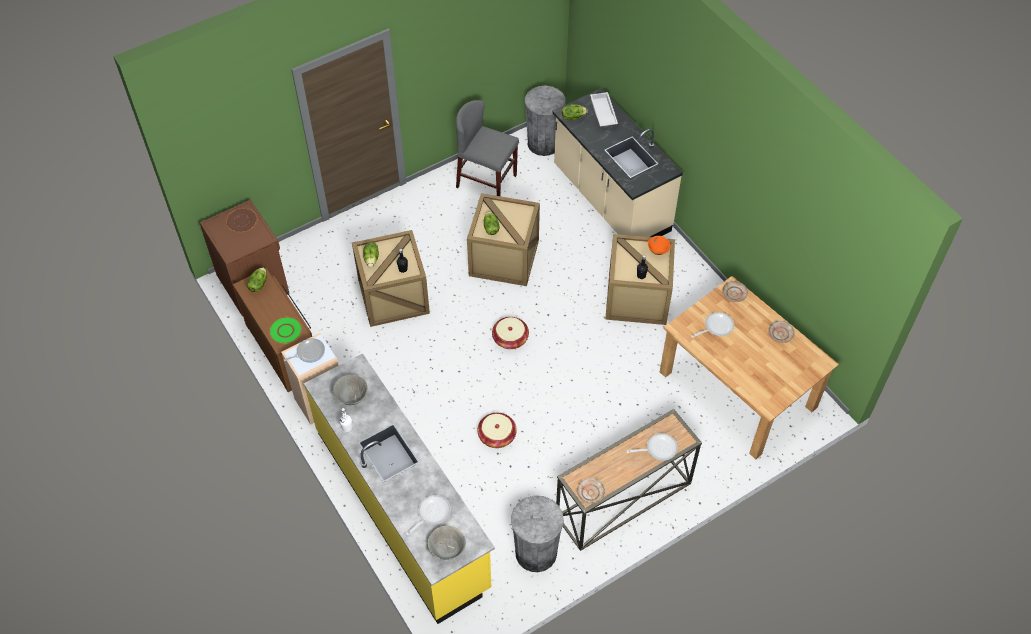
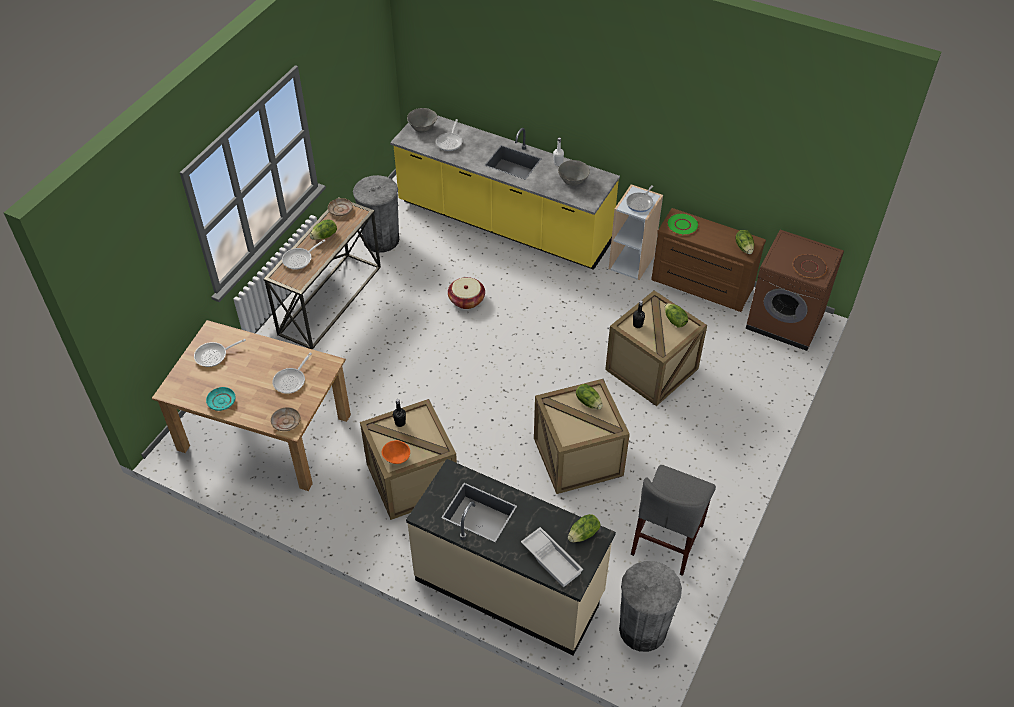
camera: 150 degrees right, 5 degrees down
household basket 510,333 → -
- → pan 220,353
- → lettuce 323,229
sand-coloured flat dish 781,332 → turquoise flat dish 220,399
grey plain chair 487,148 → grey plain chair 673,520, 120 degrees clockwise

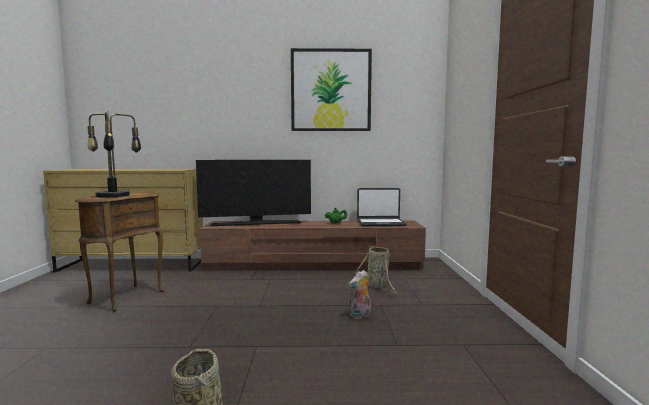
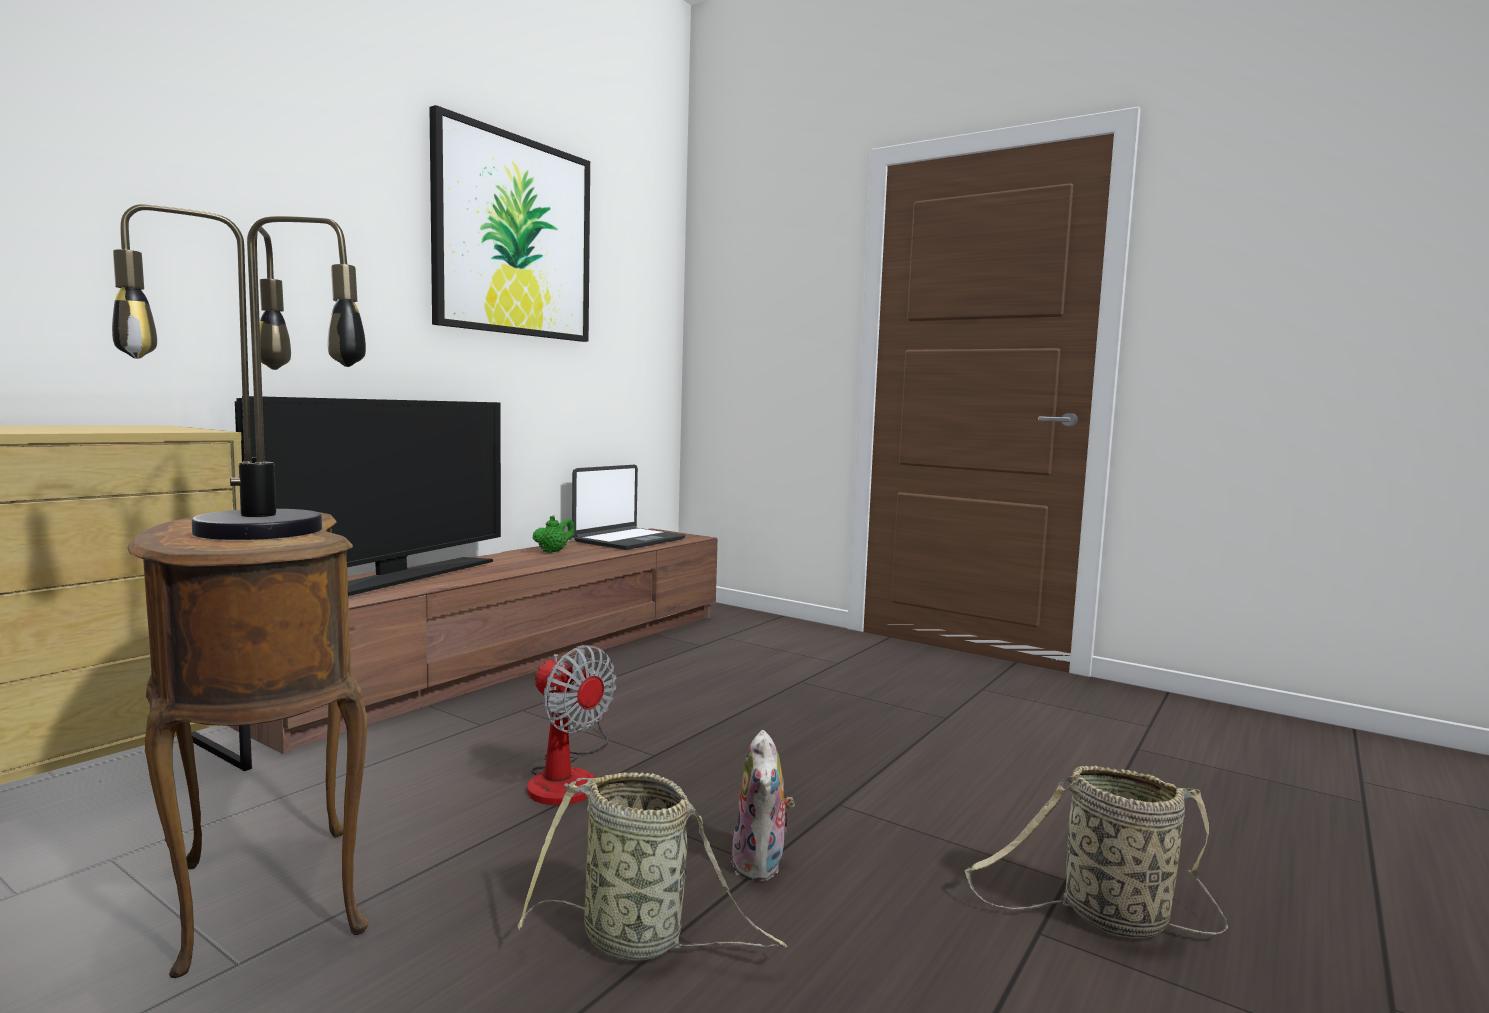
camera: 55 degrees left, 0 degrees up
- → cooling fan 571,725
cuddly toy 360,294 → cuddly toy 763,805, shifted
household basket 376,270 → household basket 652,866, shifted

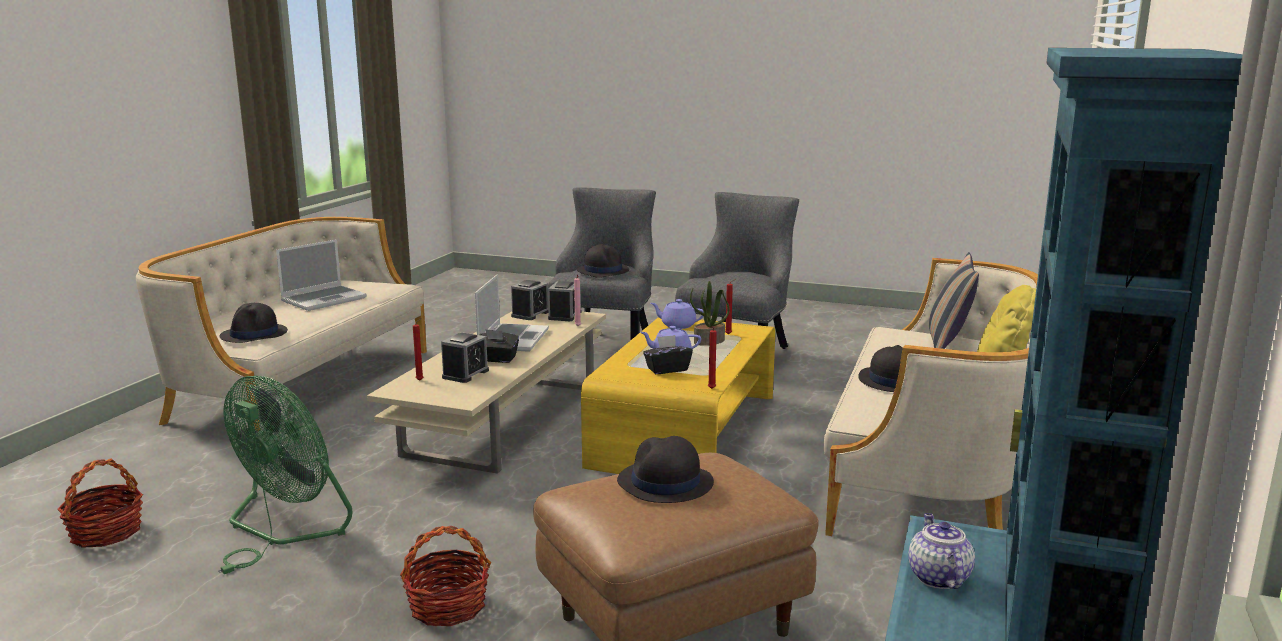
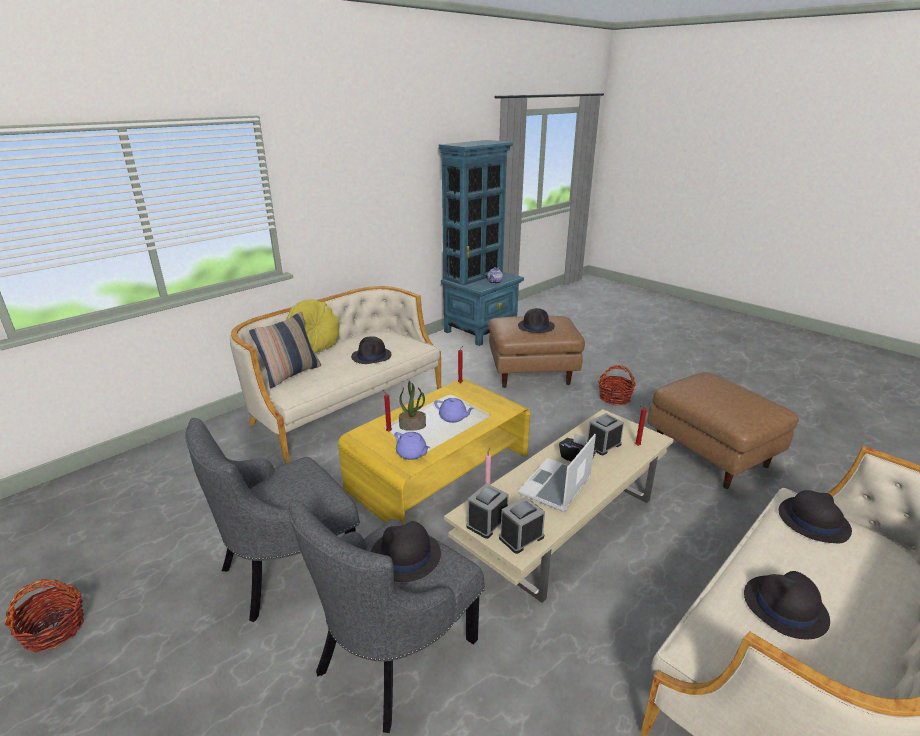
camera: 155 degrees left, 10 degrees up
blackish tissue holder 668,354 → -
household basket 100,503 → household basket 44,616, shifted
green-coloured cooling fan 285,475 → brown footrest 723,430
notebook computer 321,275 → blackish hat 787,605

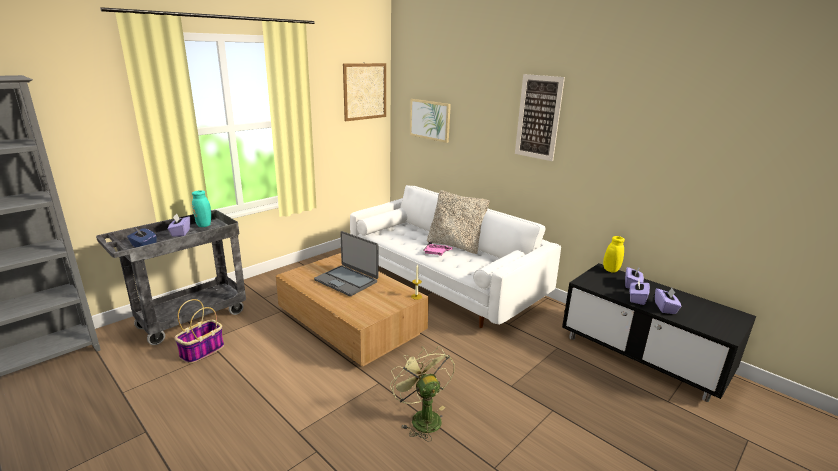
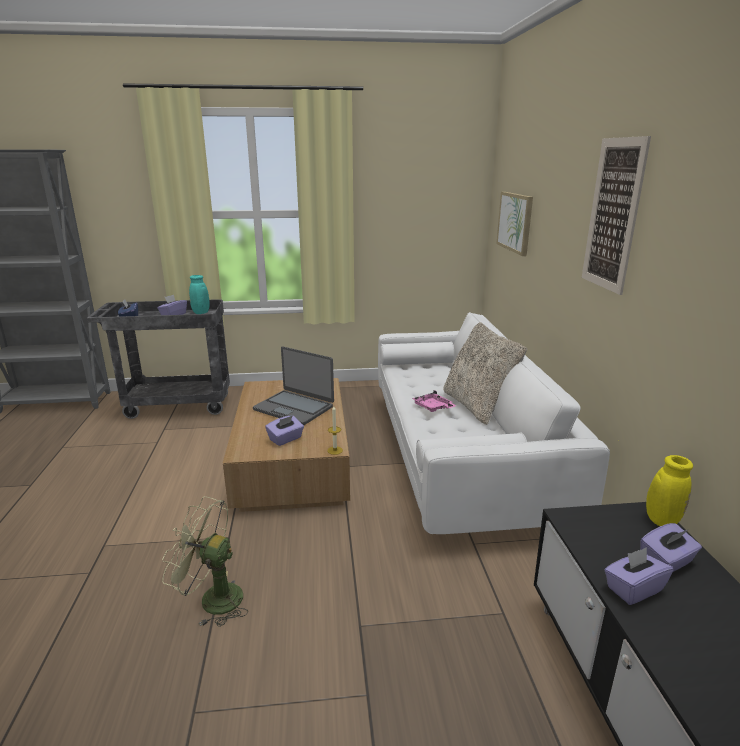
camera: 40 degrees right, 0 degrees up
household basket 199,331 → -
wall art 364,92 → -
purple-coloured tissue holder 668,301 → purple-coloured tissue holder 284,431, shifted
notebook computer 346,263 → notebook computer 293,385, 45 degrees counterclockwise
green-coloured cooling fan 422,394 → green-coloured cooling fan 205,561, 90 degrees counterclockwise

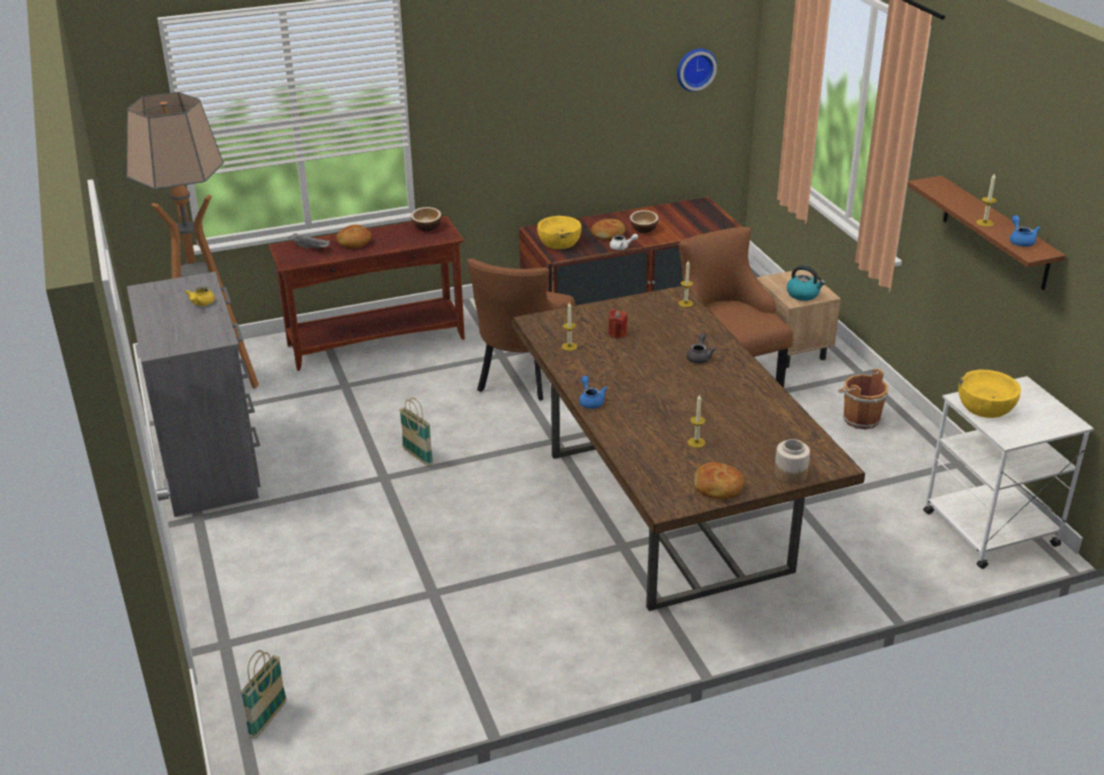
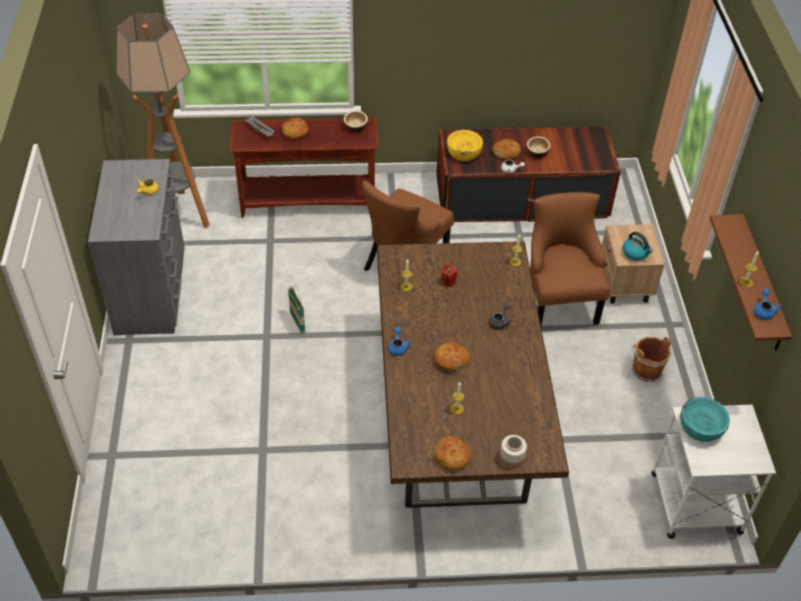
camera: 15 degrees right, 15 degrees up
household basket 264,694 → -
hanging clock 697,70 → -
- → bread 452,356
yellowish serving bowl 989,394 → turquoise serving bowl 705,419

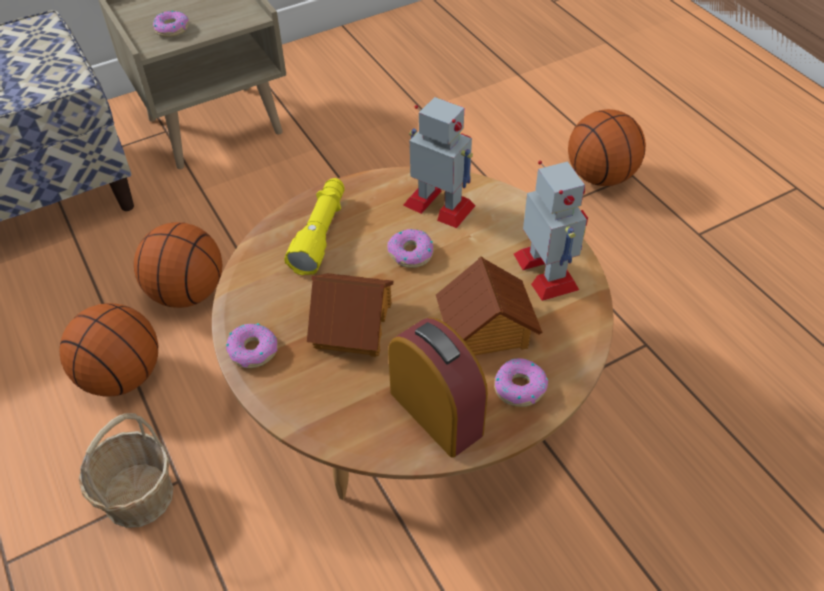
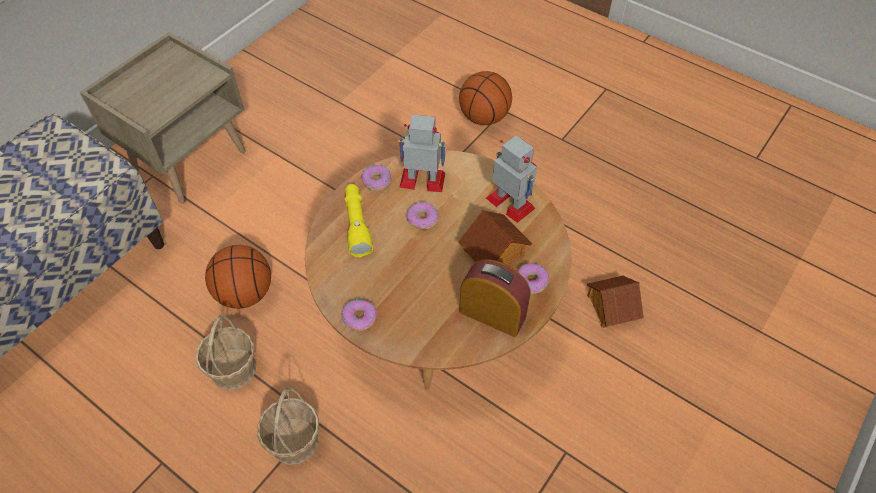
camera: 25 degrees left, 5 degrees up
donut 171,24 → donut 376,178, shifted
miniature house 350,315 → miniature house 615,302, shifted
basketball 108,350 → household basket 226,352

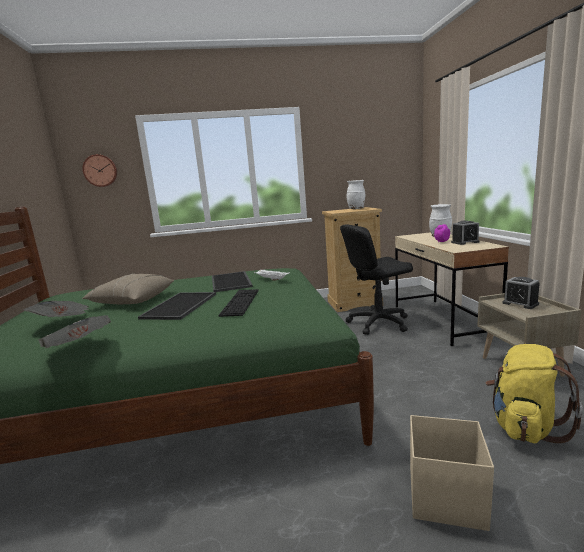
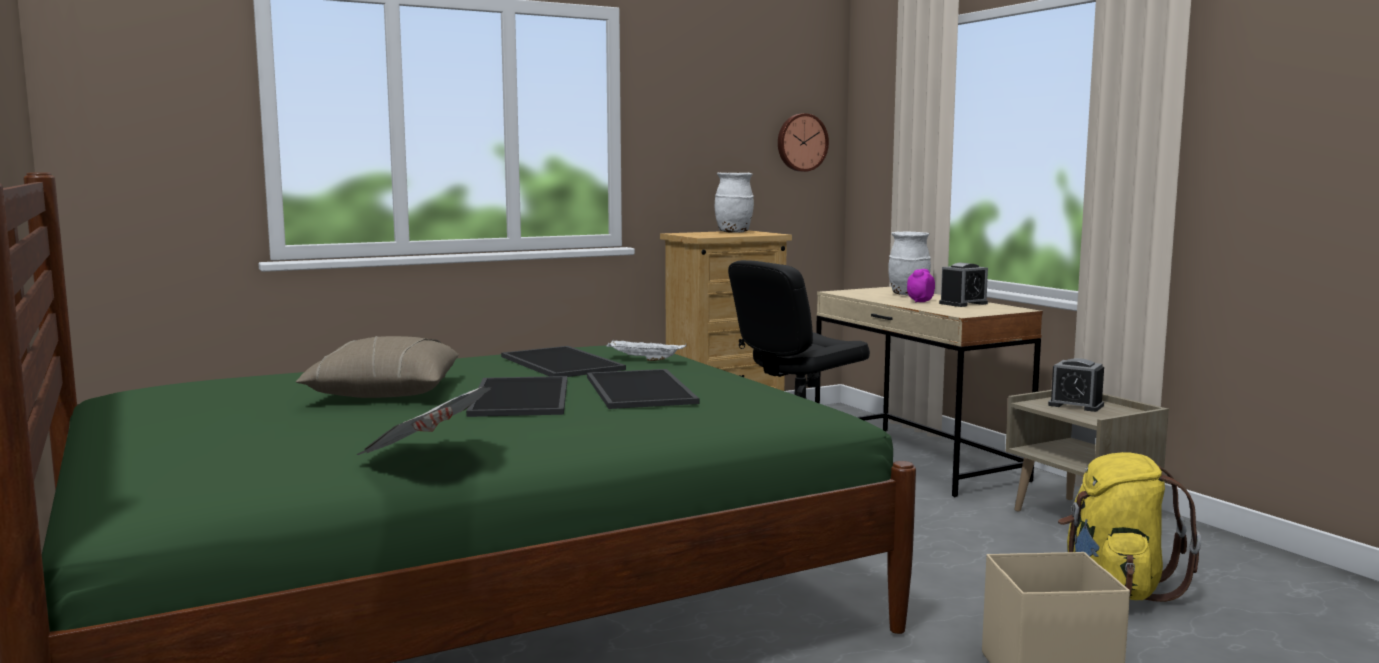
camera: 20 degrees left, 5 degrees down
daily paper 56,309 → -
hanging clock 99,170 → hanging clock 803,142, shifted
keyboard 238,303 → serving tray 643,389

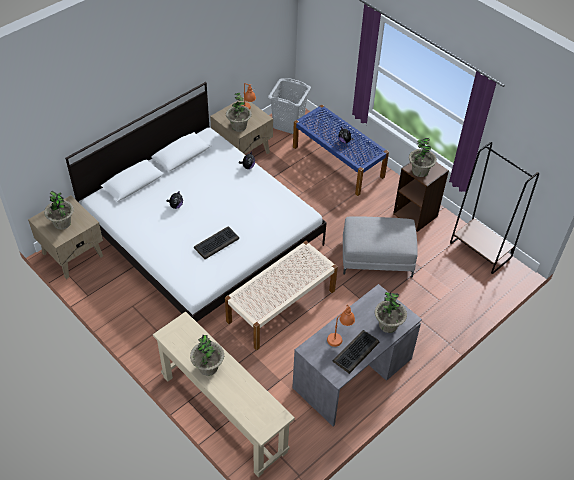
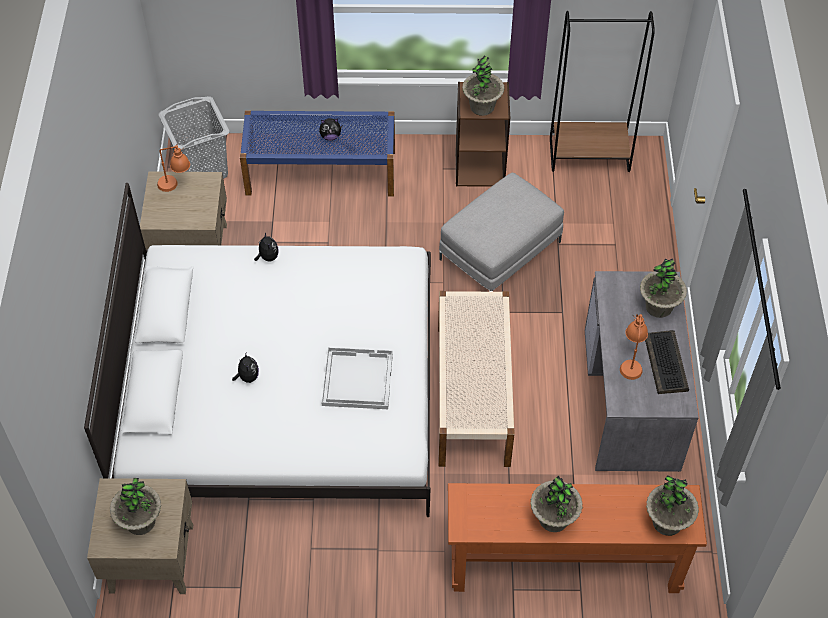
camera: 45 degrees left, 5 degrees up
plant in a pot 239,112 → plant in a pot 672,505, shifted
keyboard 216,242 → white serving tray 357,378
sand-coloured console table 224,394 → orange-coloured console table 577,538

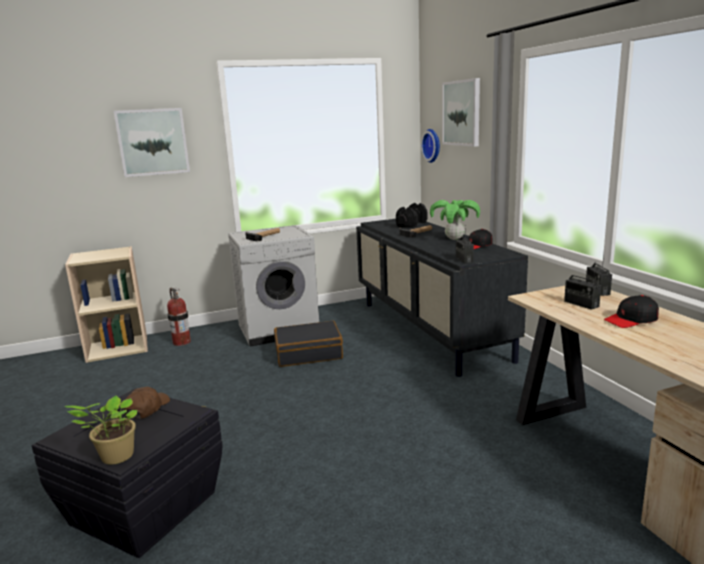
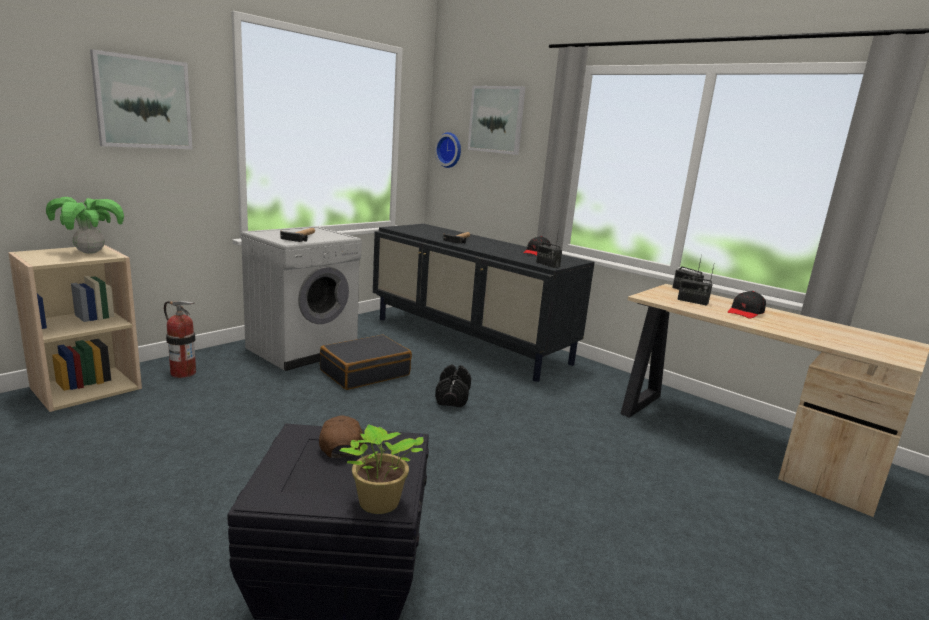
camera: 30 degrees left, 0 degrees up
blackish dumbbell 412,215 → blackish dumbbell 453,385, shifted
plant in a pot 455,220 → plant in a pot 85,225, shifted

